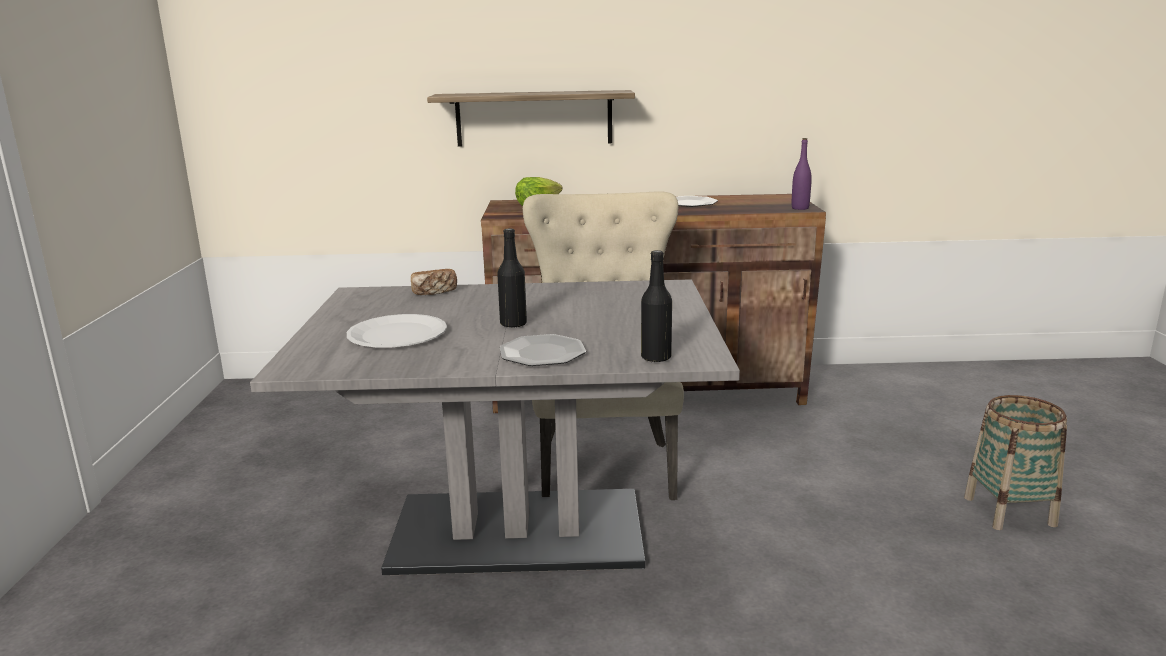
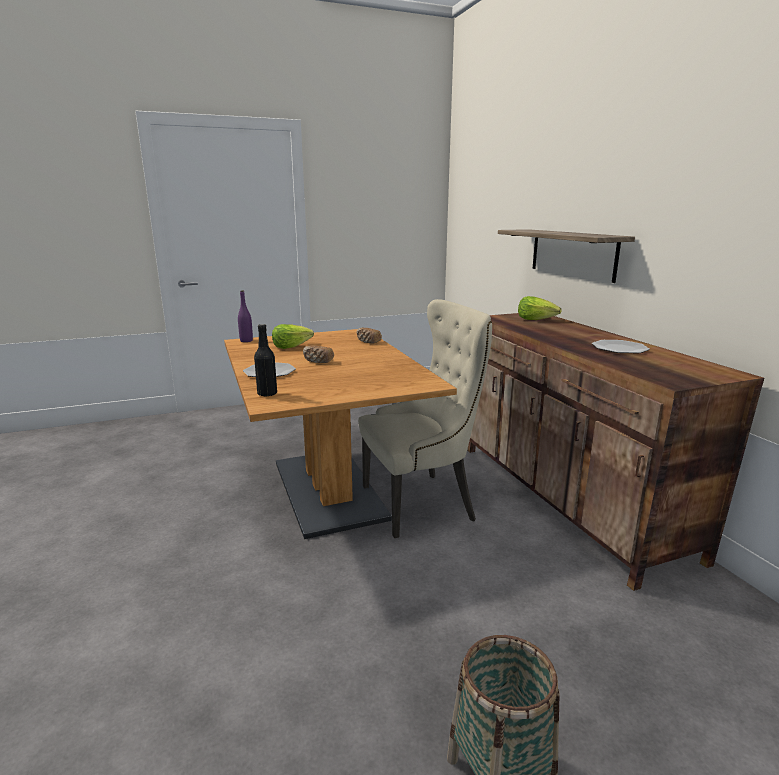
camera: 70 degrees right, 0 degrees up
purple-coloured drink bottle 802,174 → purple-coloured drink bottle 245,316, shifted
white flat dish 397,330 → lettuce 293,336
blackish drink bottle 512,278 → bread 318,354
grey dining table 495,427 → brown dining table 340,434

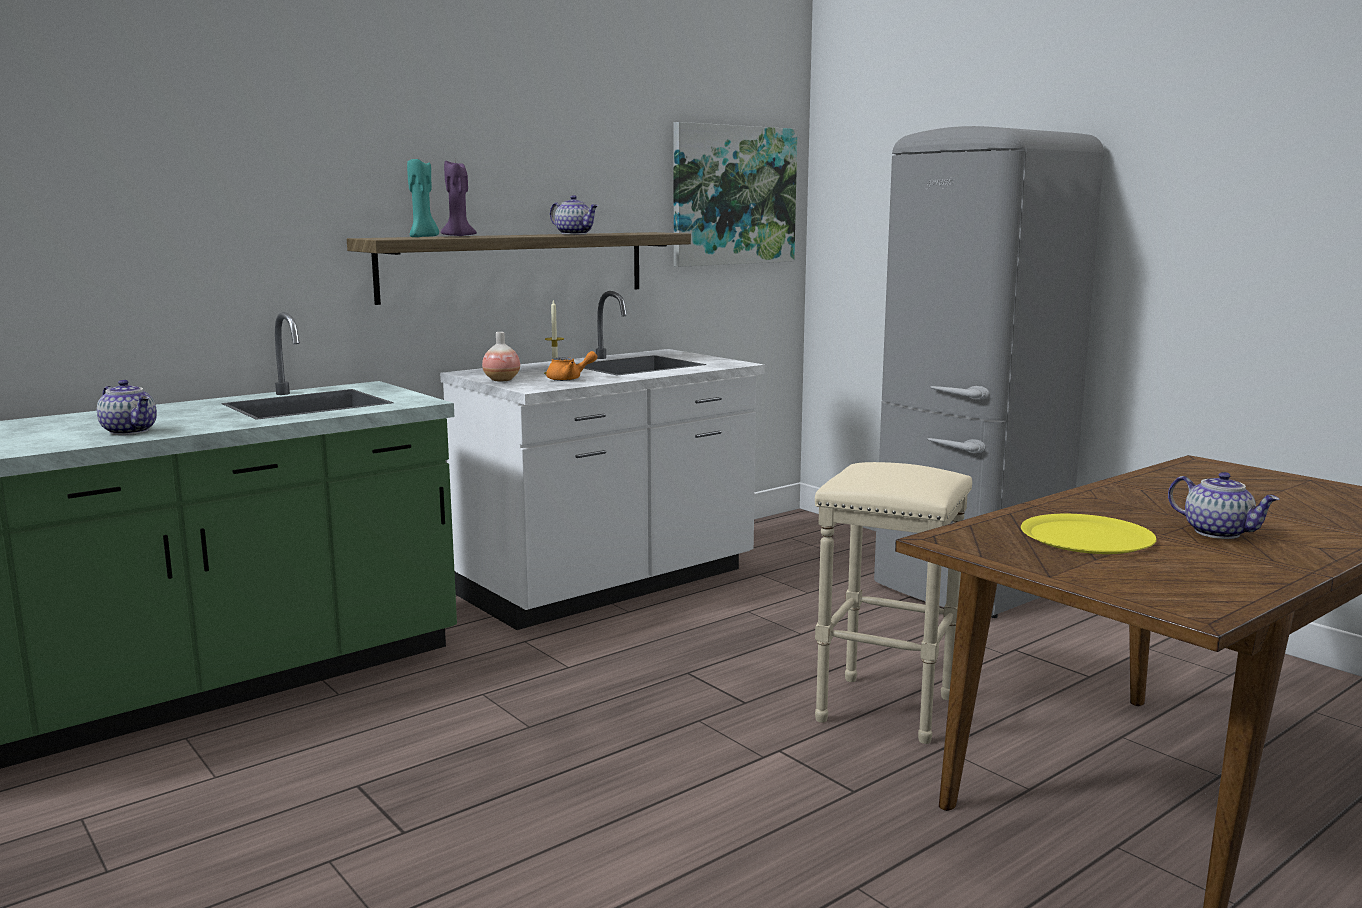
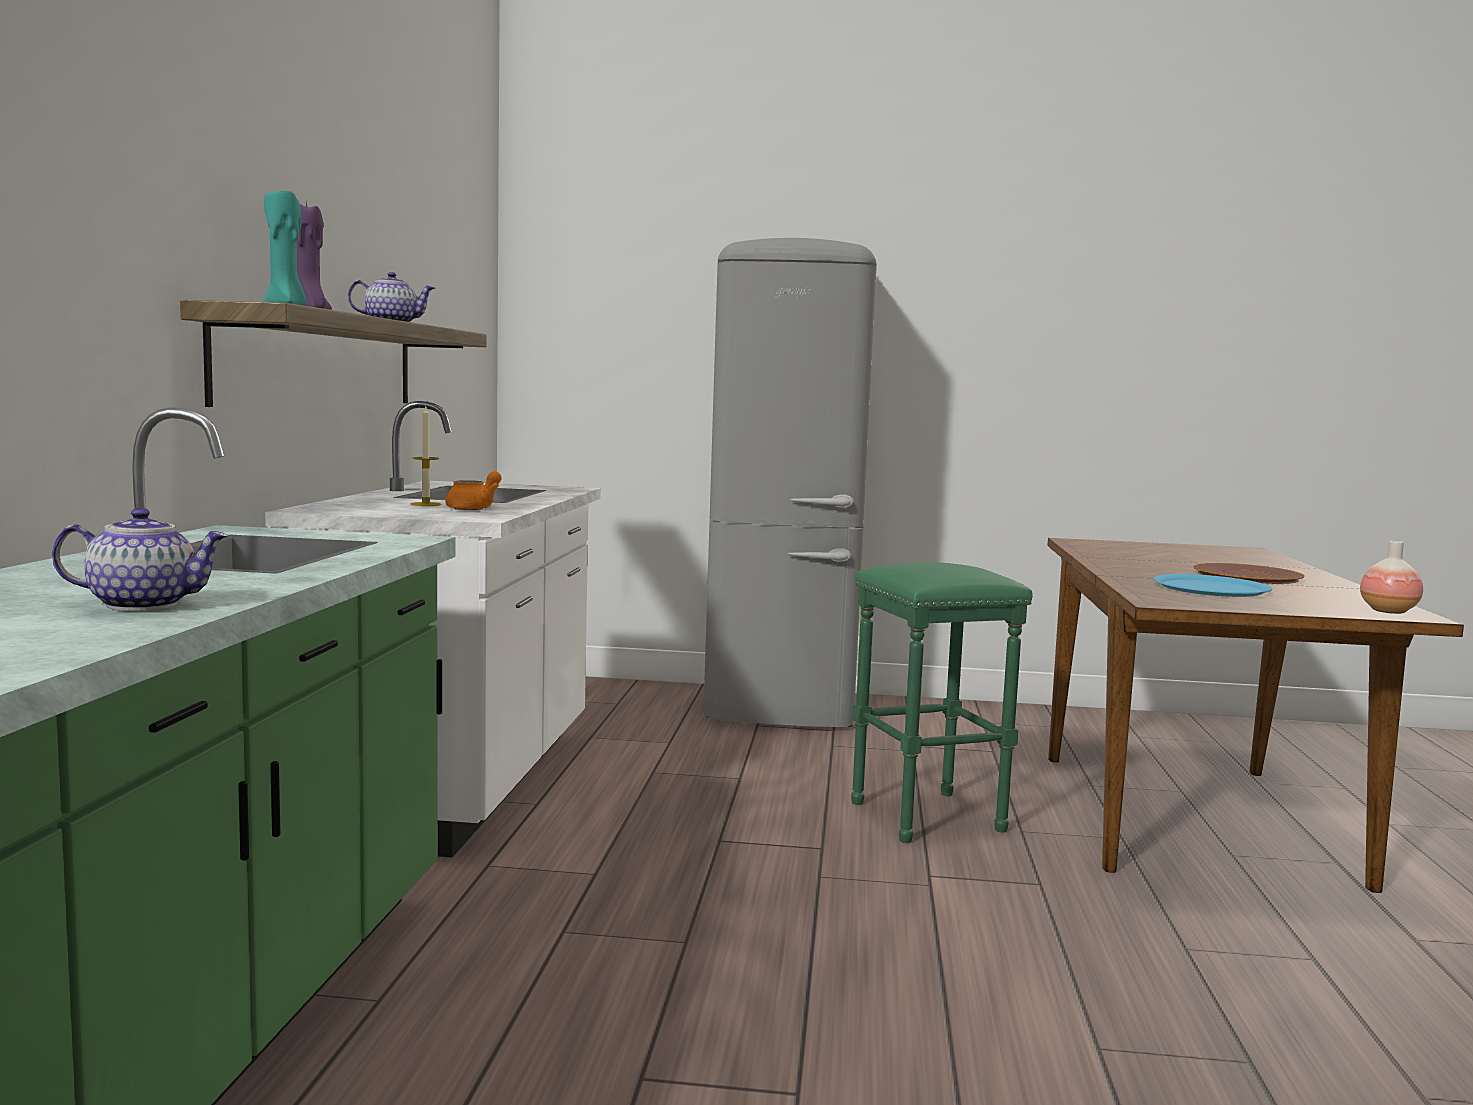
camera: 45 degrees left, 5 degrees down
wall art 735,194 → -
flower vase 501,356 → flower vase 1391,577, shifted
teapot 1224,505 → brown flat dish 1249,573
sand-coloured sitting stool 893,603 → green-coloured sitting stool 942,702
yellowish flat dish 1089,534 → blue-coloured flat dish 1212,585

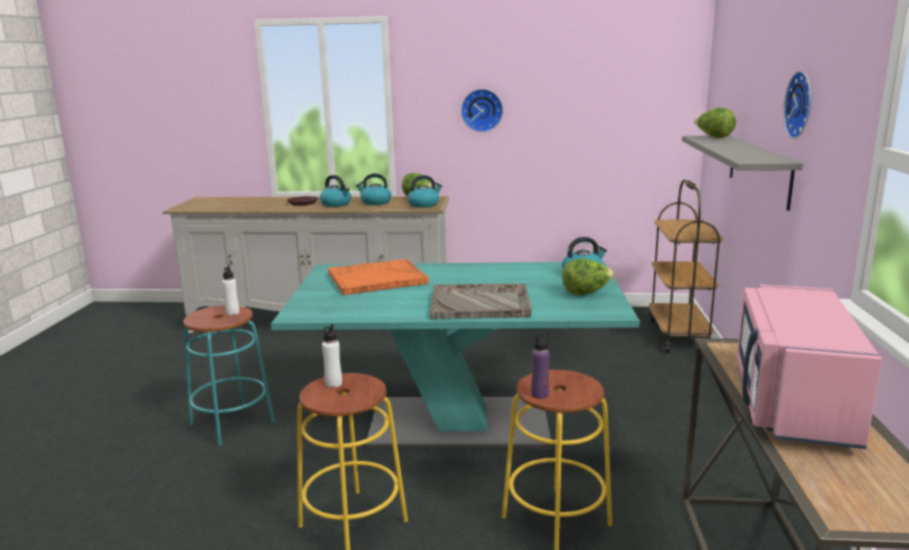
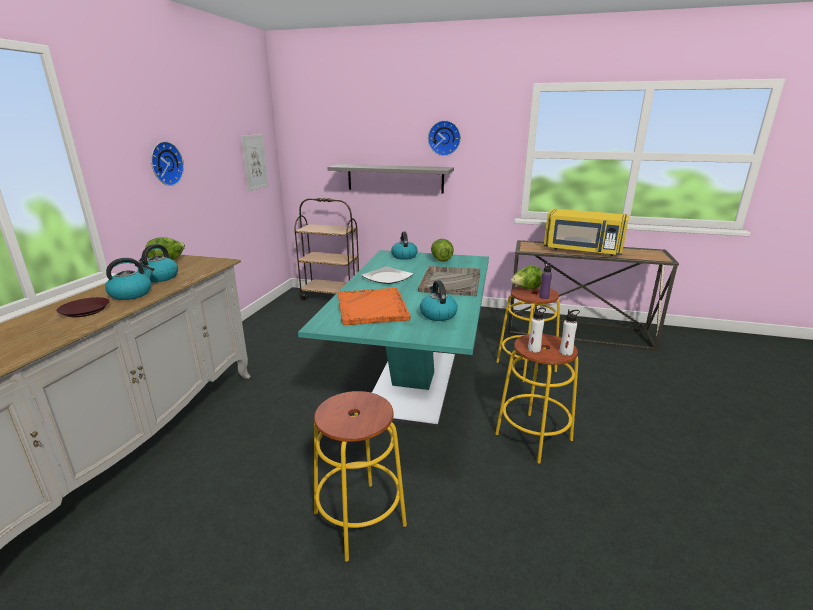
camera: 80 degrees left, 5 degrees up
- → wall art 255,162
- → flat dish 387,275
white drink bottle 231,290 → white drink bottle 570,332, shifted
kettle 425,191 → kettle 439,300, shifted
lettuce 715,123 → lettuce 526,277, shifted
turquoise sitting stool 229,375 → yellowish sitting stool 360,476
pink-coloured microwave oven 809,366 → yellowish microwave oven 586,232

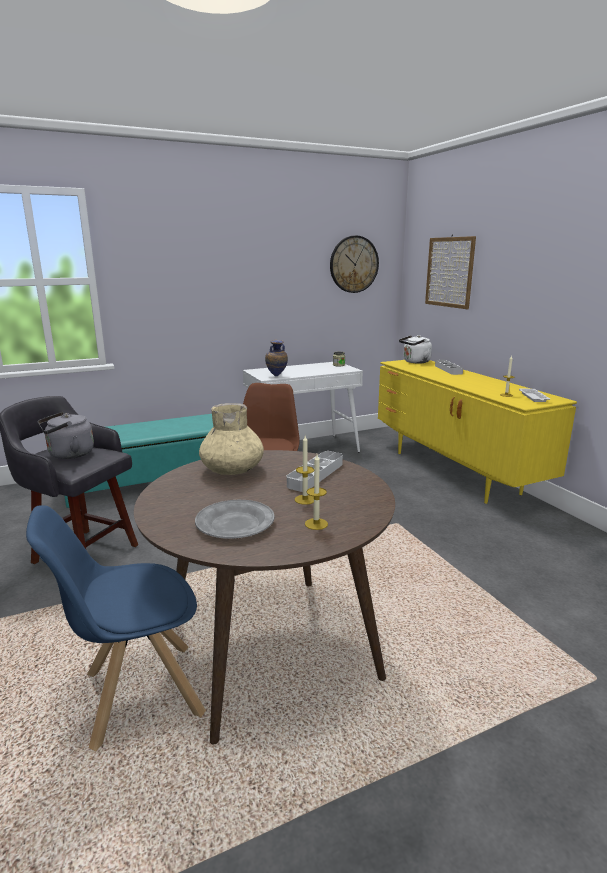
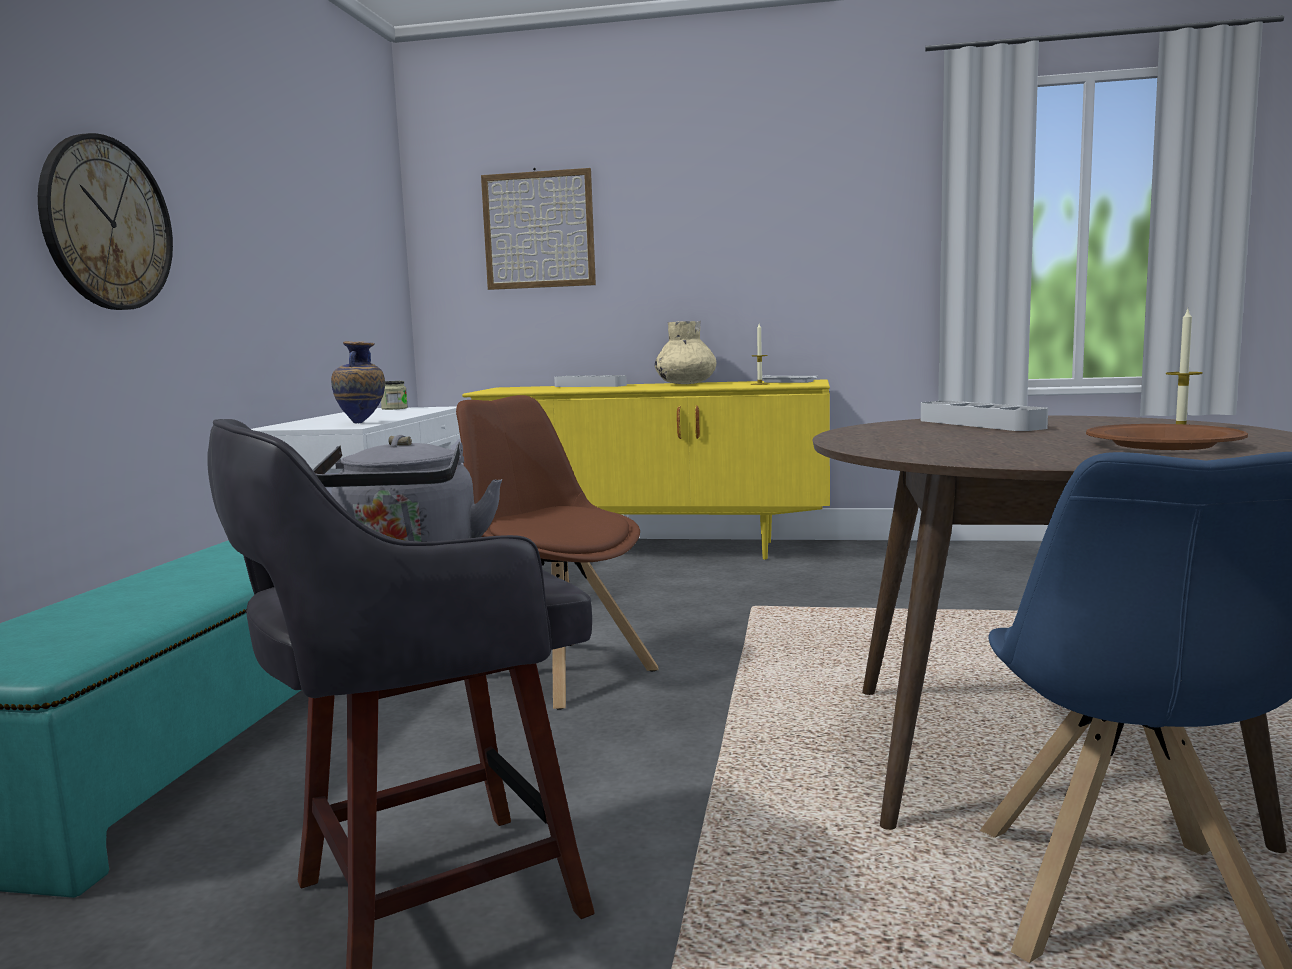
camera: 55 degrees left, 10 degrees down
wax light 304,470 → -
white kettle 415,349 → -
sand-coloured flower vase 231,439 → sand-coloured flower vase 685,352, shifted
hanging clock 354,264 → hanging clock 105,221, shifted
grey flat dish 235,519 → brown flat dish 1167,437

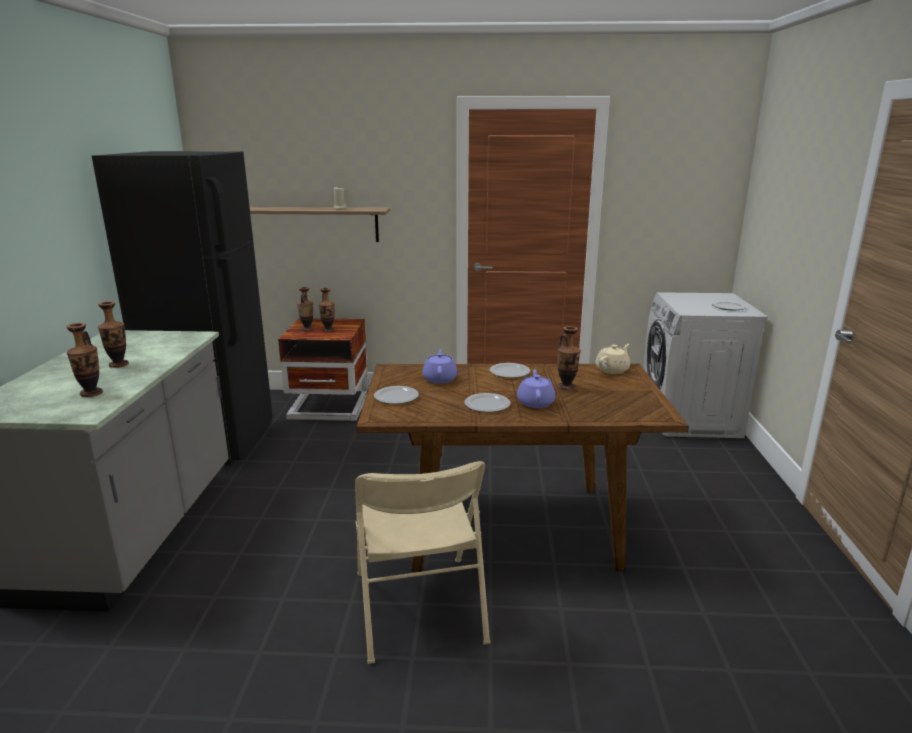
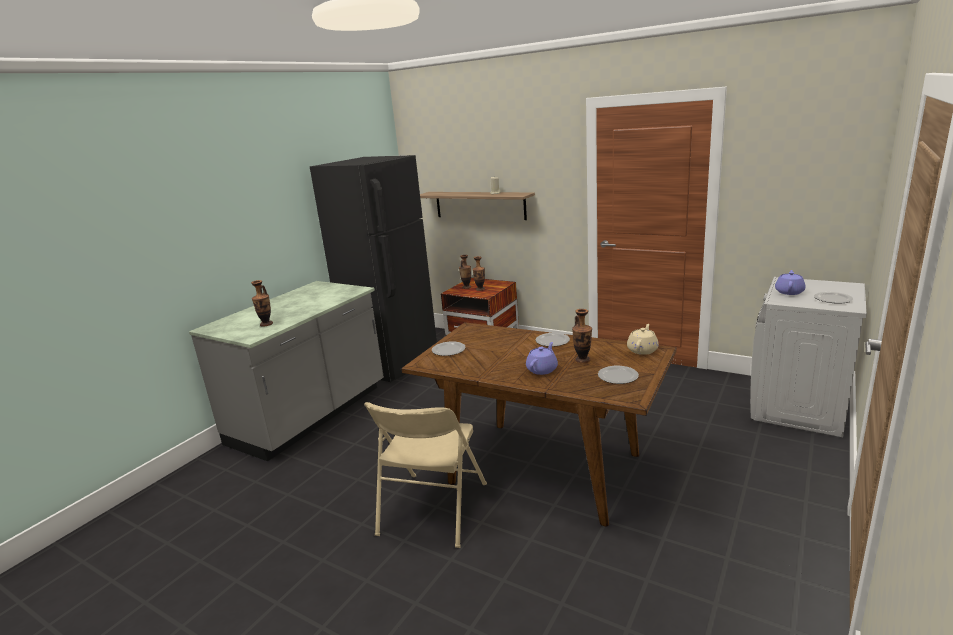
camera: 30 degrees right, 0 degrees up
flower vase 113,334 → -
purple-coloured teapot 440,366 → purple-coloured teapot 790,282, shifted
flat dish 487,402 → flat dish 618,375, shifted
sand-coloured teapot 612,359 → sand-coloured teapot 643,339, 45 degrees counterclockwise

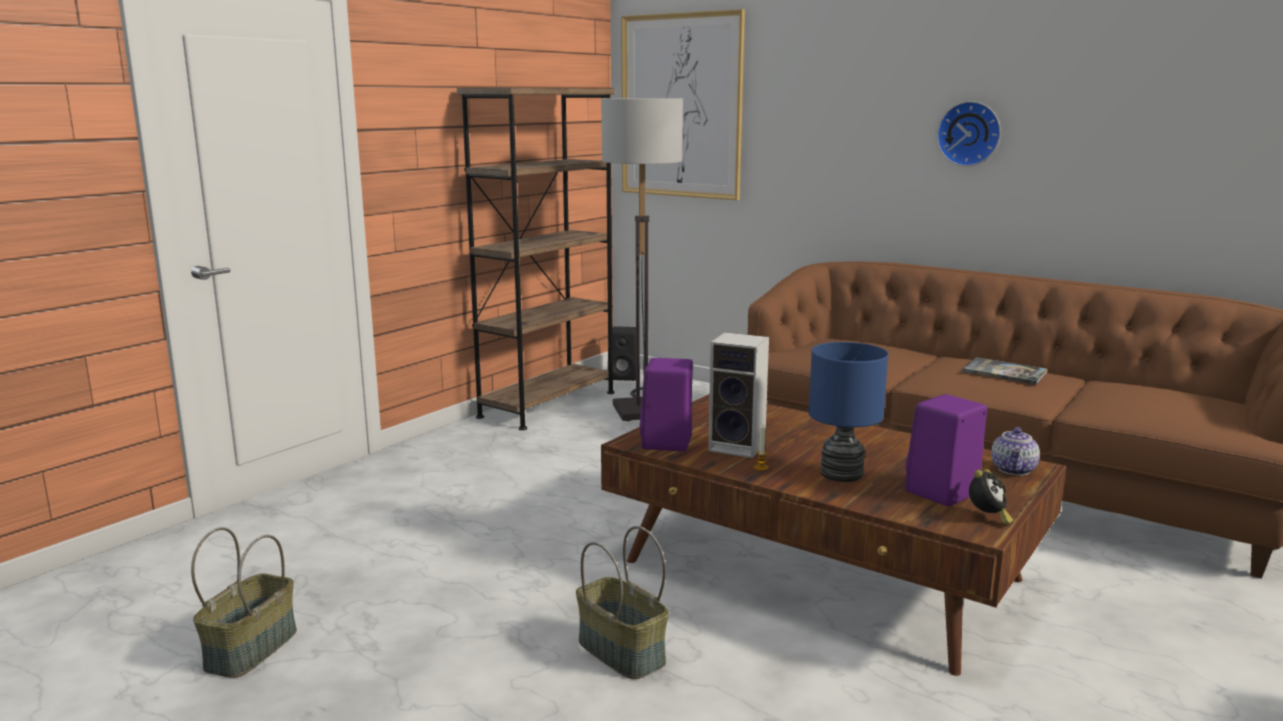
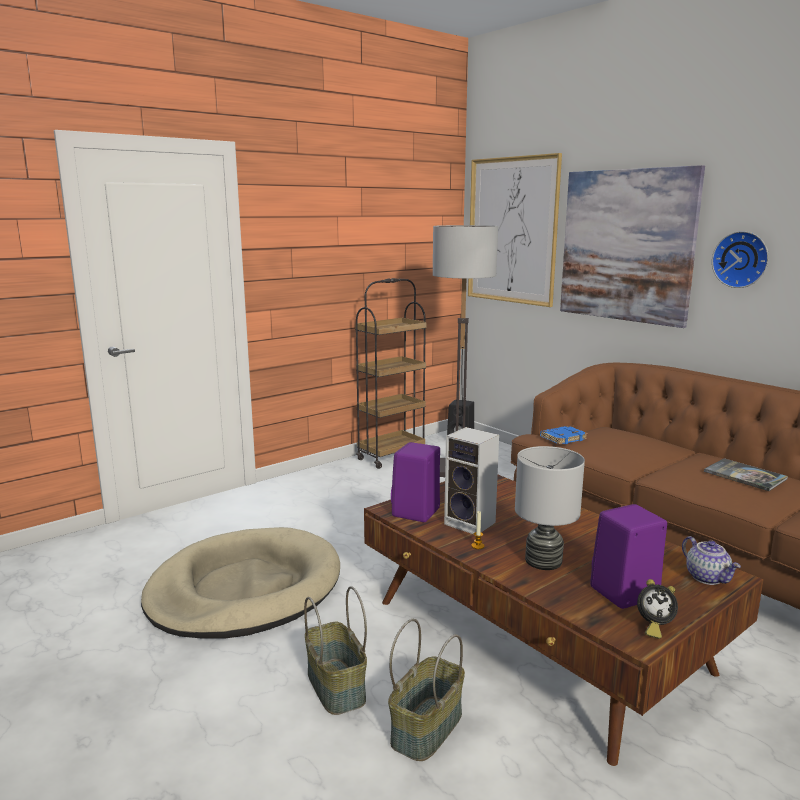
camera: 15 degrees right, 0 degrees up
- → sand-coloured dog cushion 240,583
- → blue-coloured volume 564,435
- → wall art 632,246
household basket 244,602 → household basket 426,690, shifted
brown bookshelf 536,259 → brown trolley 391,373
blue-coloured lamp for a table 848,412 → grey lamp for a table 550,508
alarm clock 991,497 → alarm clock 657,609, 45 degrees clockwise
teapot 1015,451 → teapot 711,560, 60 degrees counterclockwise

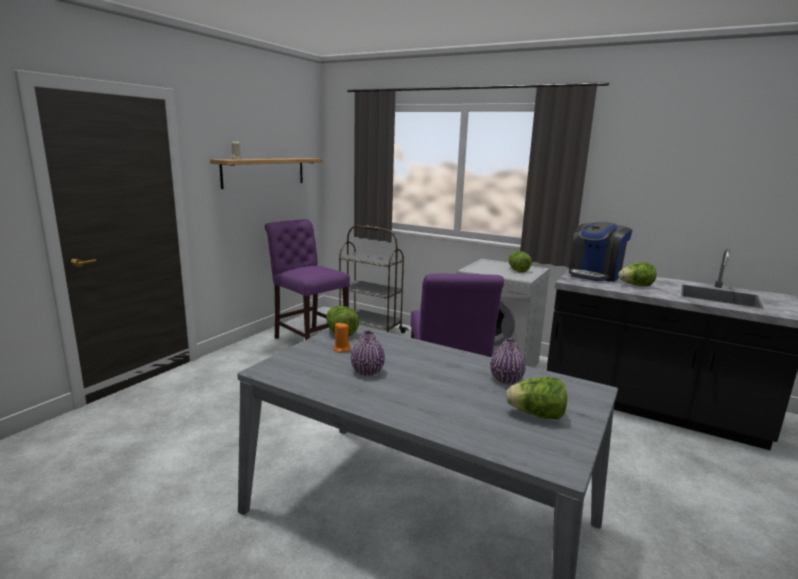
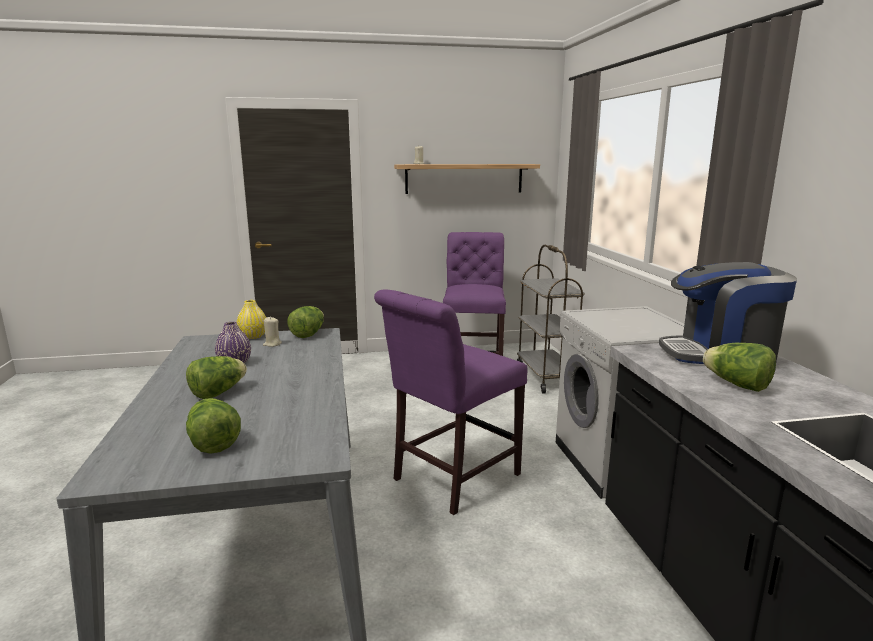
camera: 50 degrees right, 0 degrees up
purple-coloured flower vase 508,361 → -
- → yellowish flower vase 251,319
lettuce 520,262 → lettuce 216,377, shifted
orange-coloured wax light 342,337 → sand-coloured wax light 272,332

